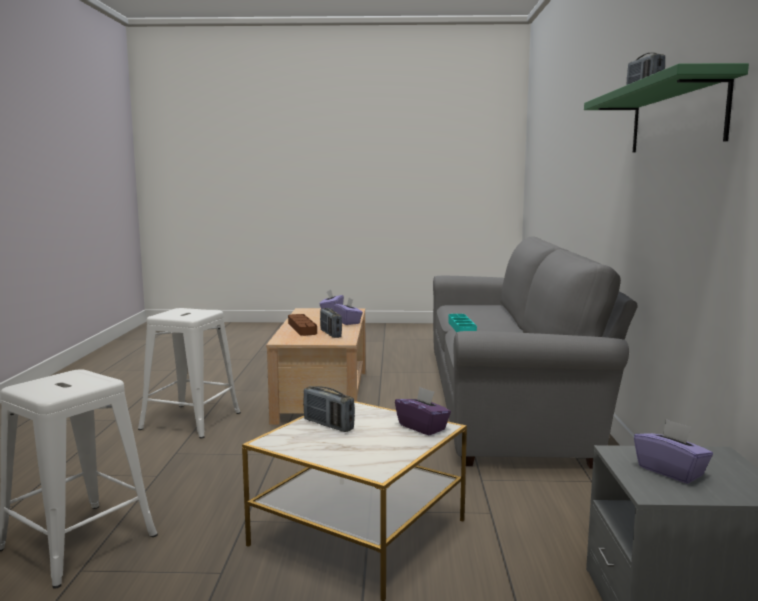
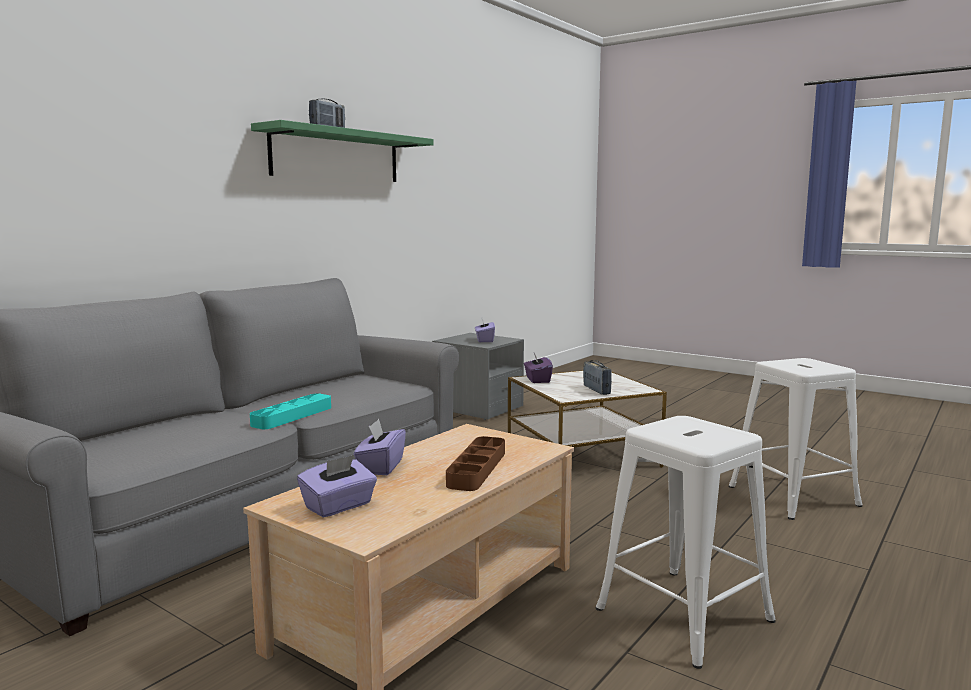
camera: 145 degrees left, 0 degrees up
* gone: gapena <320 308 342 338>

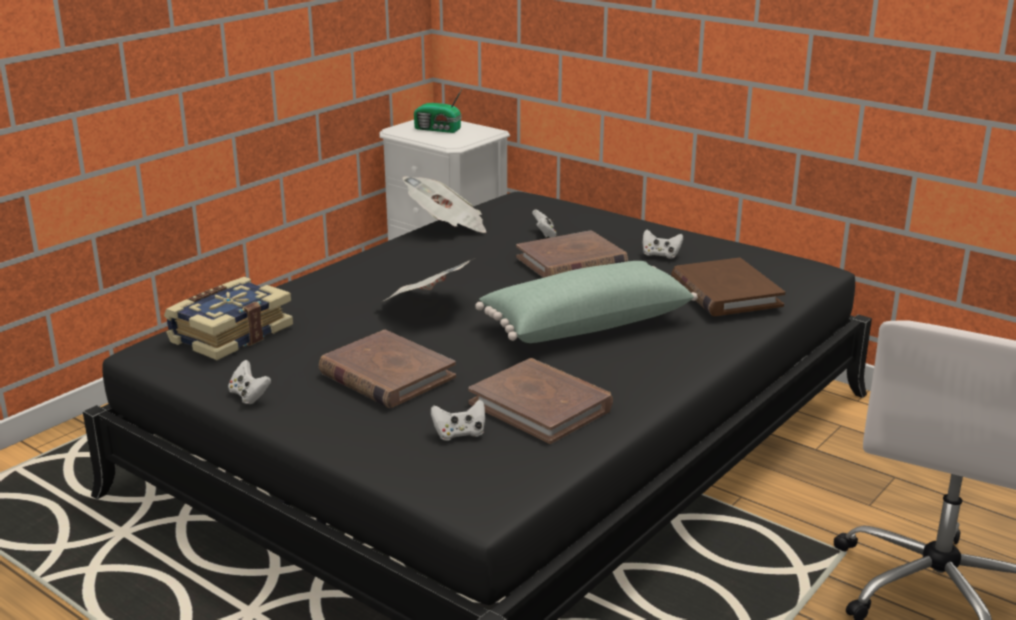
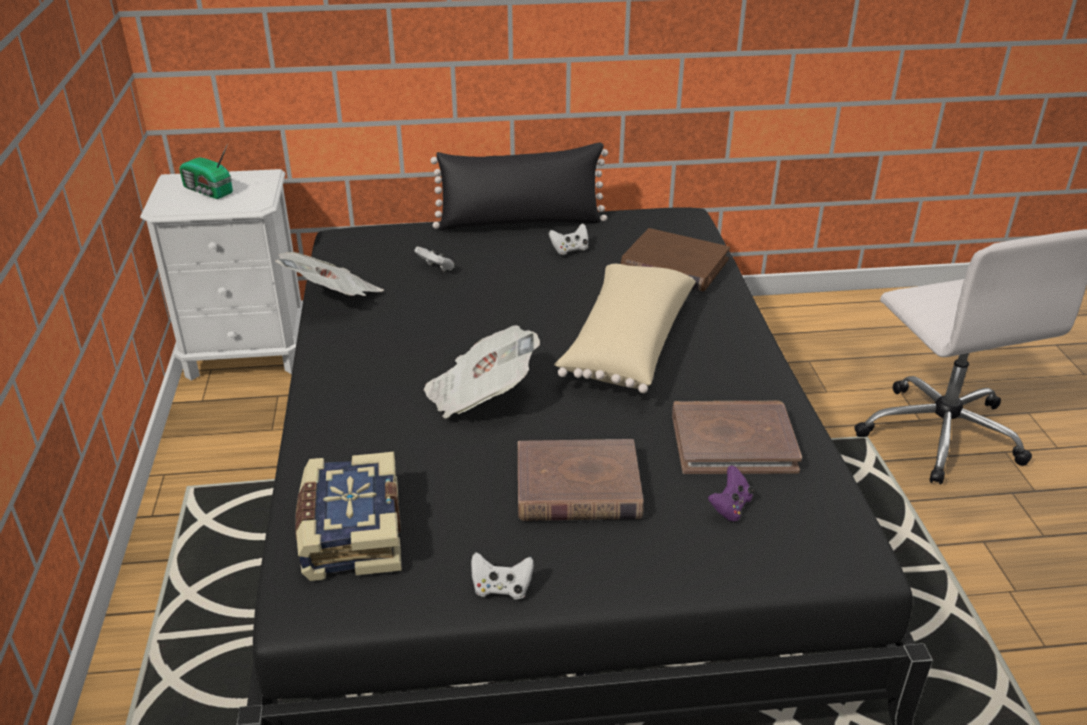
camera: 45 degrees left, 10 degrees up
* gone: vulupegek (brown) <516 230 628 278>
* new: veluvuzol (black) <430 143 608 230>
* repainted: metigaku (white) <431 399 485 441> to metigaku (purple) <708 465 754 522>
* repainted: veluvuzol (green) <475 261 698 343> to veluvuzol (beige) <554 264 696 393>
* rotated: gapena <414 86 464 133> = <180 143 233 199> 60 degrees clockwise

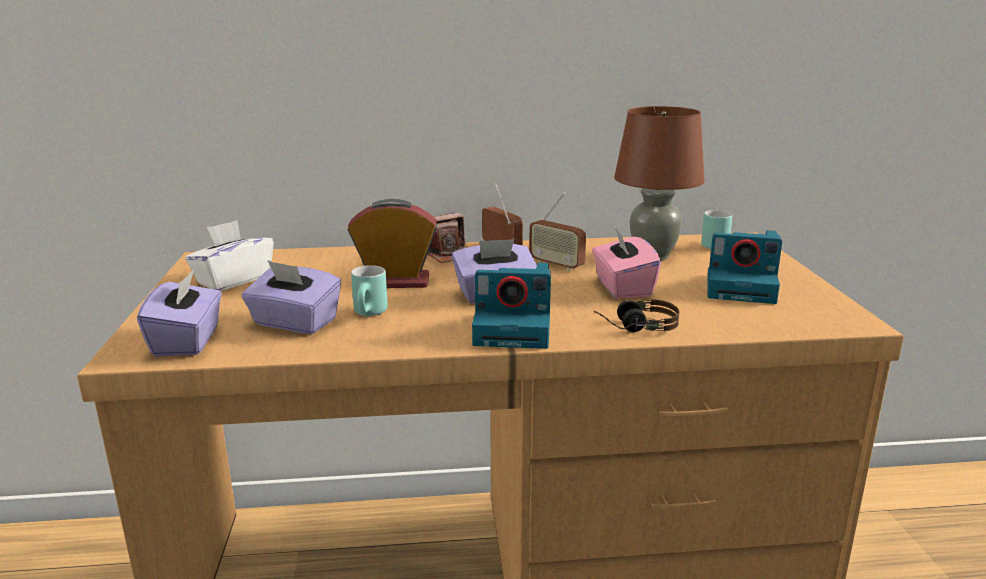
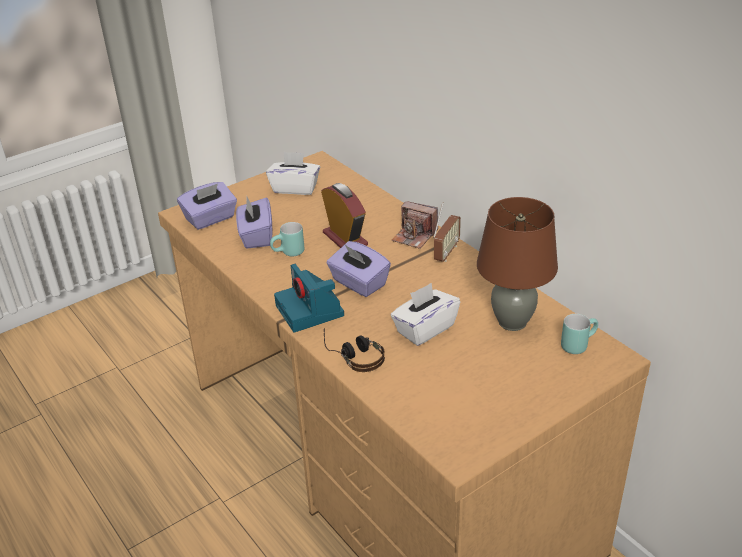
camera: 60 degrees right, 15 degrees up
* gone: gapena <529 192 586 272>
* gone: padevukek <707 230 782 304>
* repainted: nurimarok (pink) <592 227 661 299> to nurimarok (white) <391 283 460 346>

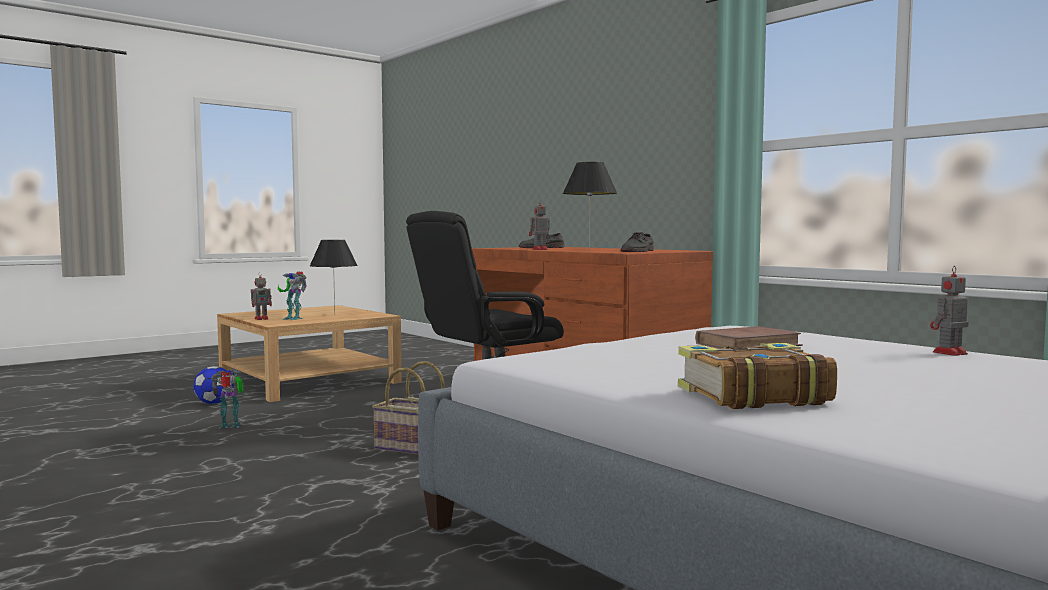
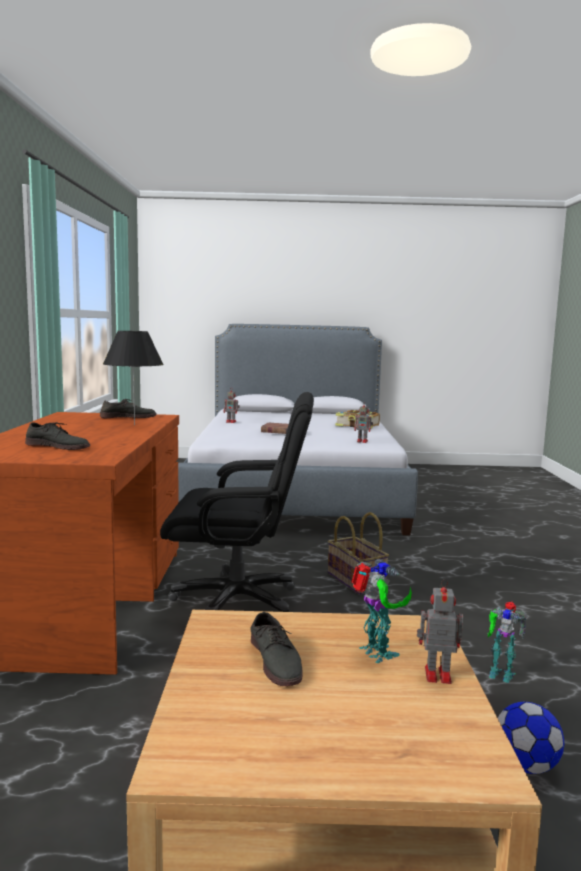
camera: 140 degrees left, 5 degrees up
* shifted: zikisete <529 200 550 250> to <354 402 373 443>
* swapped: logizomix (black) <310 240 358 314> to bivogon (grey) <250 612 303 686>

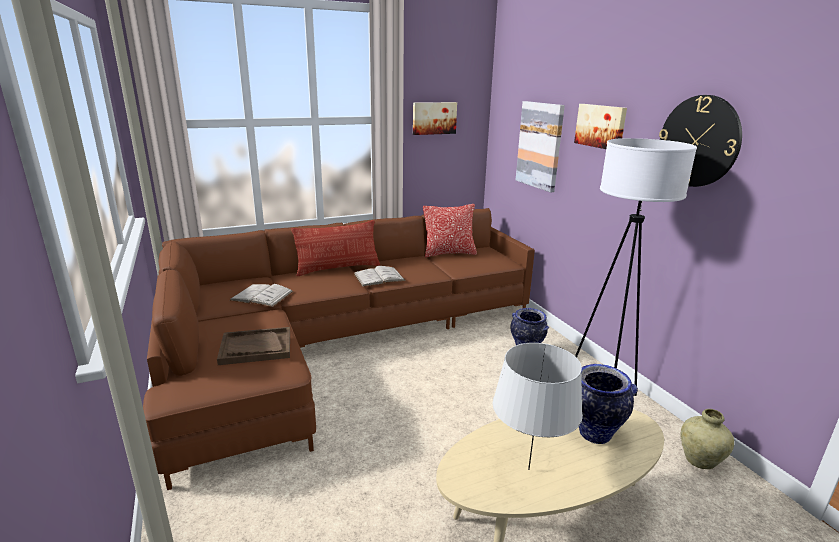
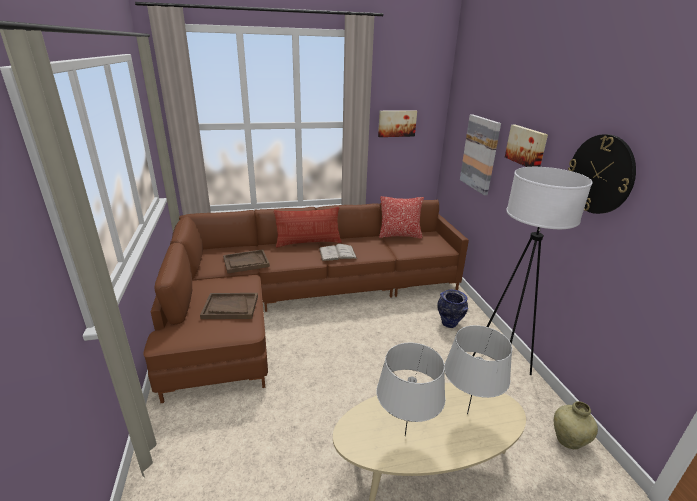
camera: 10 degrees right, 5 degrees up
* swapped: vulupegek (white) <230 284 293 307> to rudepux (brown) <223 249 270 273>
* swapped: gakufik <579 364 638 444> to logizomix (grey) <444 325 512 414>

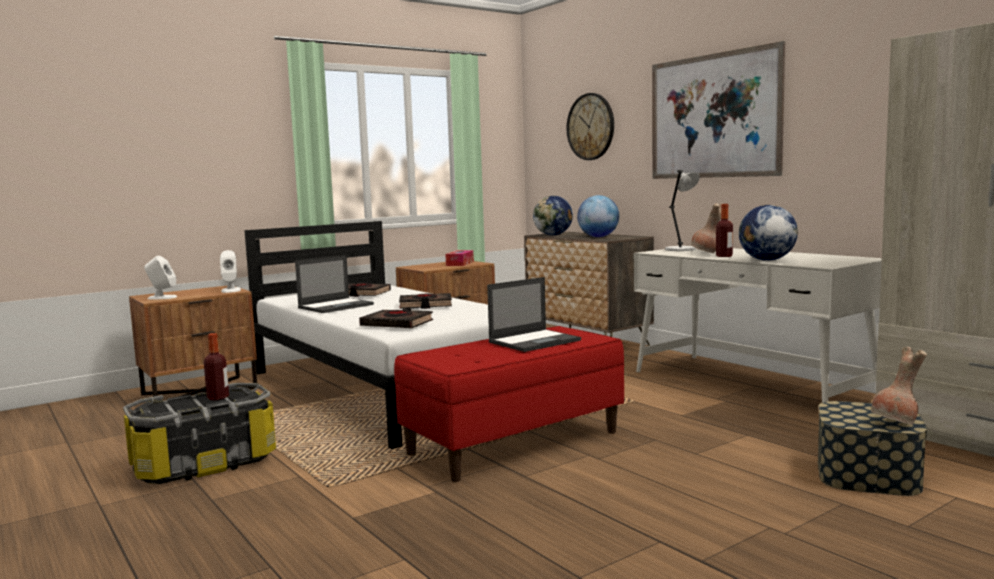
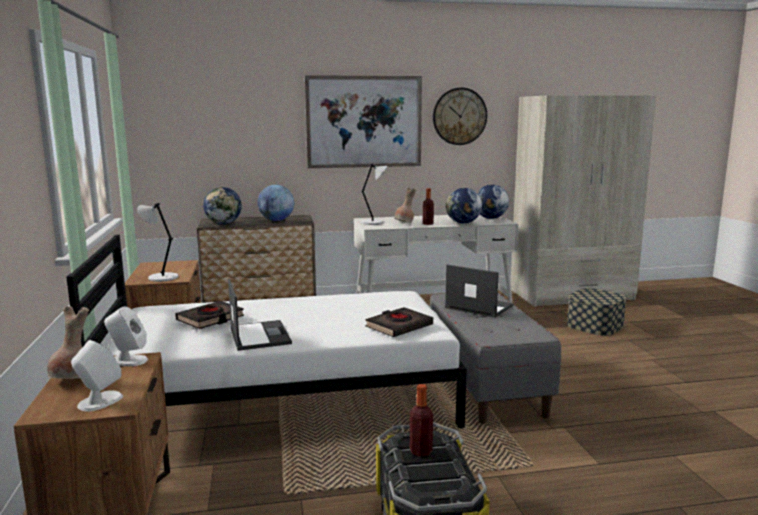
camera: 65 degrees left, 5 degrees up
* gone: vulupegek (black) <399 293 452 309>
* gone: nurimarok <445 250 474 266>
* new: logizomix (grey) <137 203 178 282>
* new: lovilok <477 184 509 219>
* shifted: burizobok <567 93 614 160> to <433 87 487 145>
* shifted: gakufik (brown) <871 347 927 425> to <47 306 89 379>
* repainted: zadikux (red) <394 326 624 482> to zadikux (grey) <430 293 561 424>
* rotated: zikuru <487 277 581 352> = <445 264 514 318> 45 degrees counterclockwise

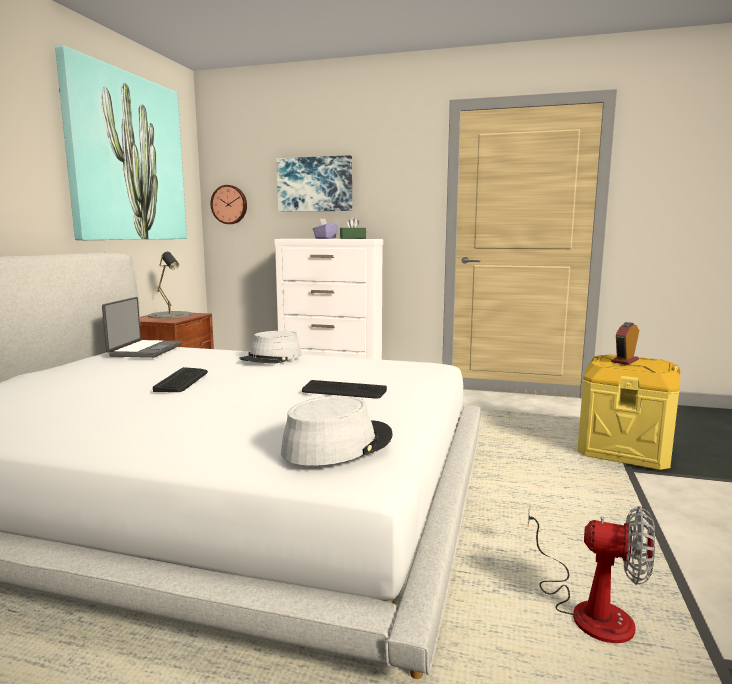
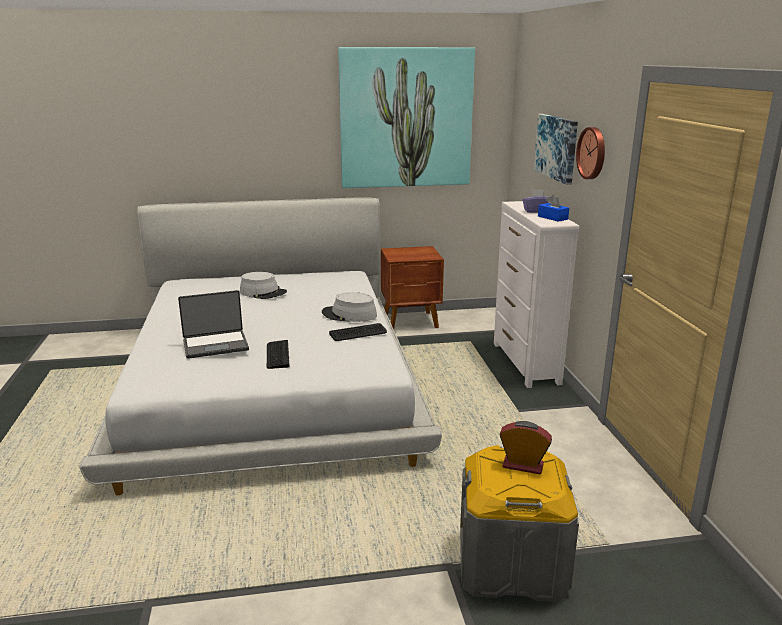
camera: 65 degrees right, 10 degrees up
* gone: logizomix (grey) <148 252 192 319>
* gone: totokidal <528 506 655 643>
* shifted: zikuru <102 297 183 358> to <178 290 249 359>
* shifted: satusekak <153 367 208 392> to <329 323 387 341>
* shifted: burizobok <210 185 247 224> to <576 127 605 179>
* shifted: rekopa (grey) <281 396 393 466> to <240 272 287 299>
* repainted: nurimarok (green) <340 217 366 239> to nurimarok (blue) <538 195 569 222>
* repainted: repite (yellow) <577 355 681 470> to repite (grey) <460 445 579 602>

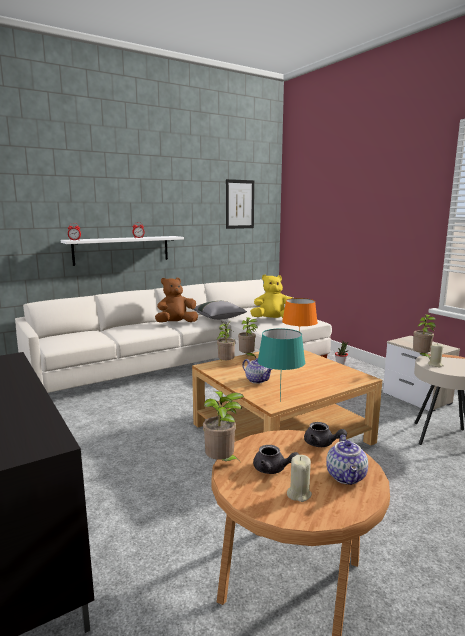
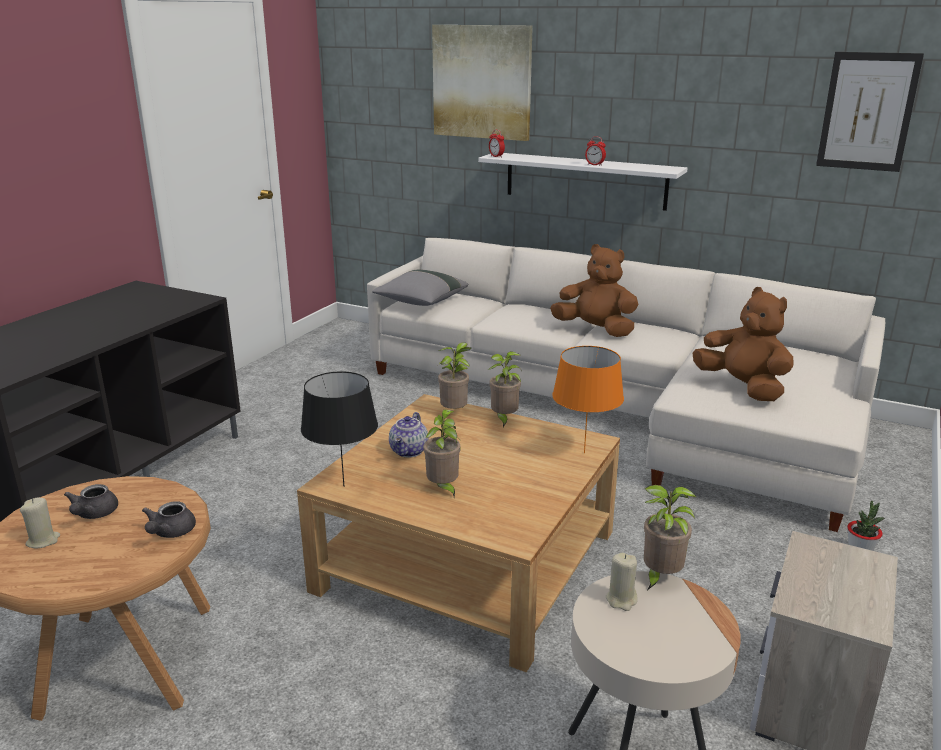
camera: 60 degrees right, 10 degrees up
* gone: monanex <326 435 368 485>
* new: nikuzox <432 25 533 141>
* shifted: veluvuzol (grey) <193 301 247 320> to <372 269 468 306>
* shifted: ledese <203 391 244 461> to <423 410 460 497>
* repainted: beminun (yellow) <250 274 292 318> to beminun (brown) <692 287 794 401>
* repainted: logizomix (turquoise) <258 328 305 402> to logizomix (black) <301 371 378 487>

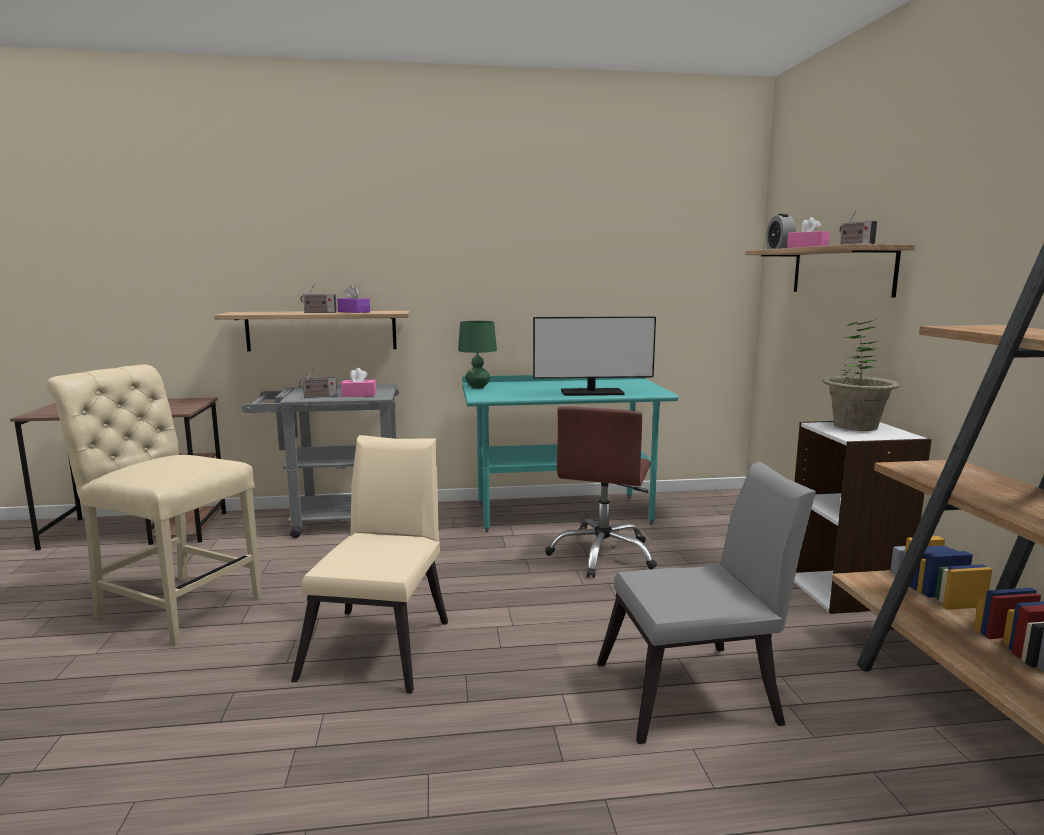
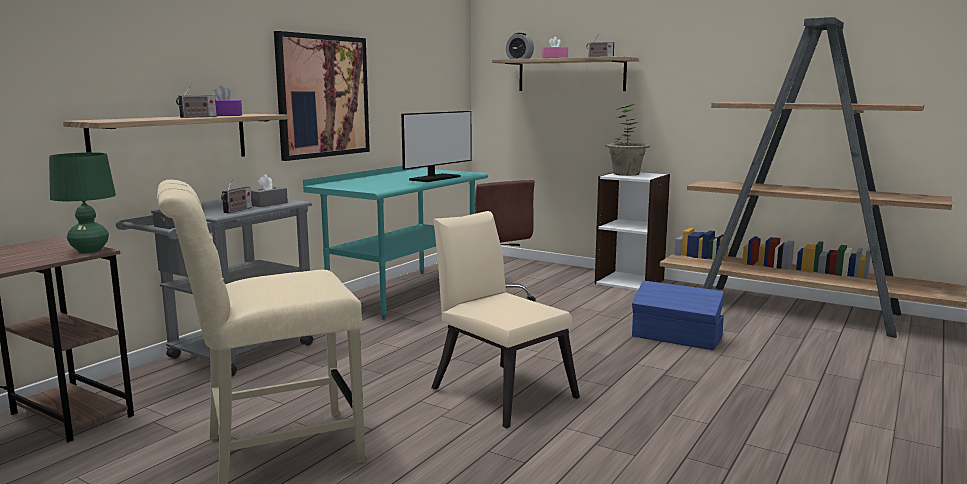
camera: 50 degrees left, 0 degrees up
* new: nikuzox <274 31 370 161>
* shifted: logizomix (green) <458 321 497 388> to <49 152 116 253>
* swapped: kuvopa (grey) <597 462 816 744> to repite (blue) <632 281 724 350>
* repainted: nurimarok (pink) <341 368 376 397> to nurimarok (grey) <251 174 288 207>

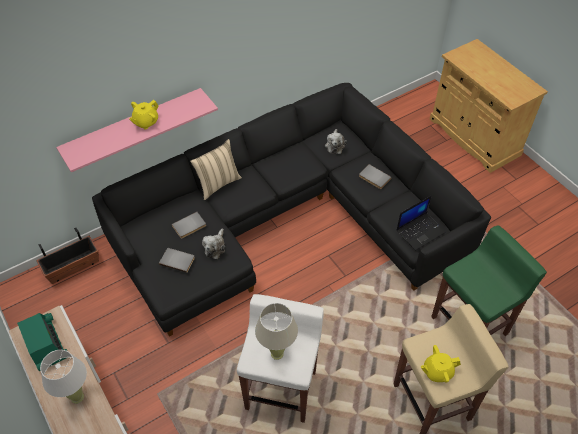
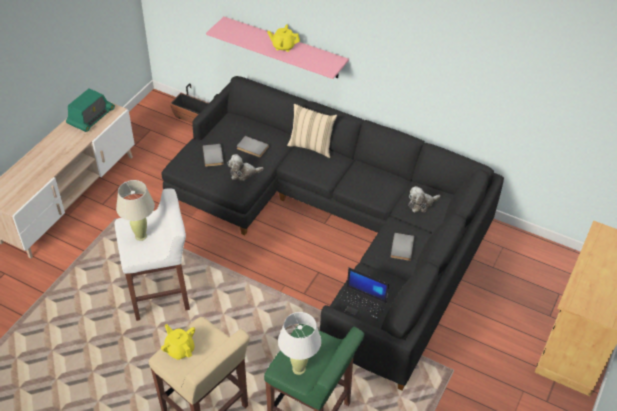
camera: 60 degrees right, 5 degrees down
* shifted: logizomix (white) <40 350 87 404> to <278 312 321 375>

